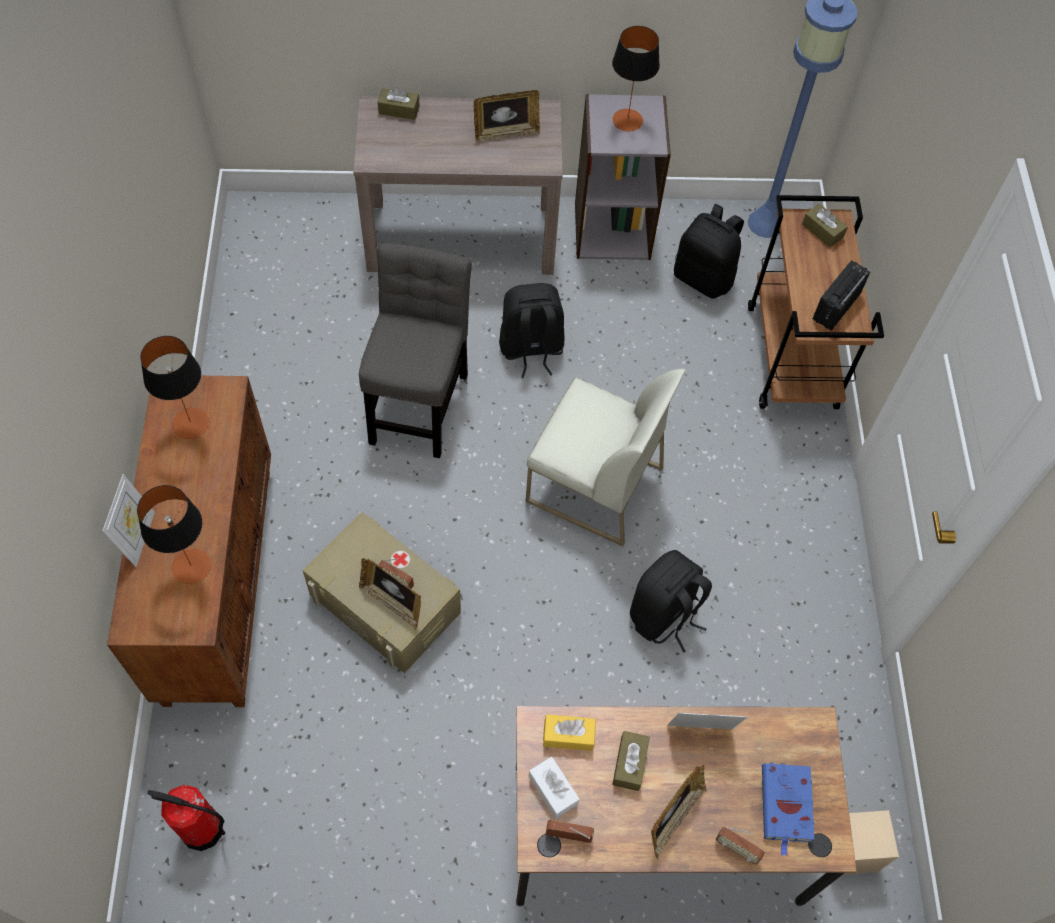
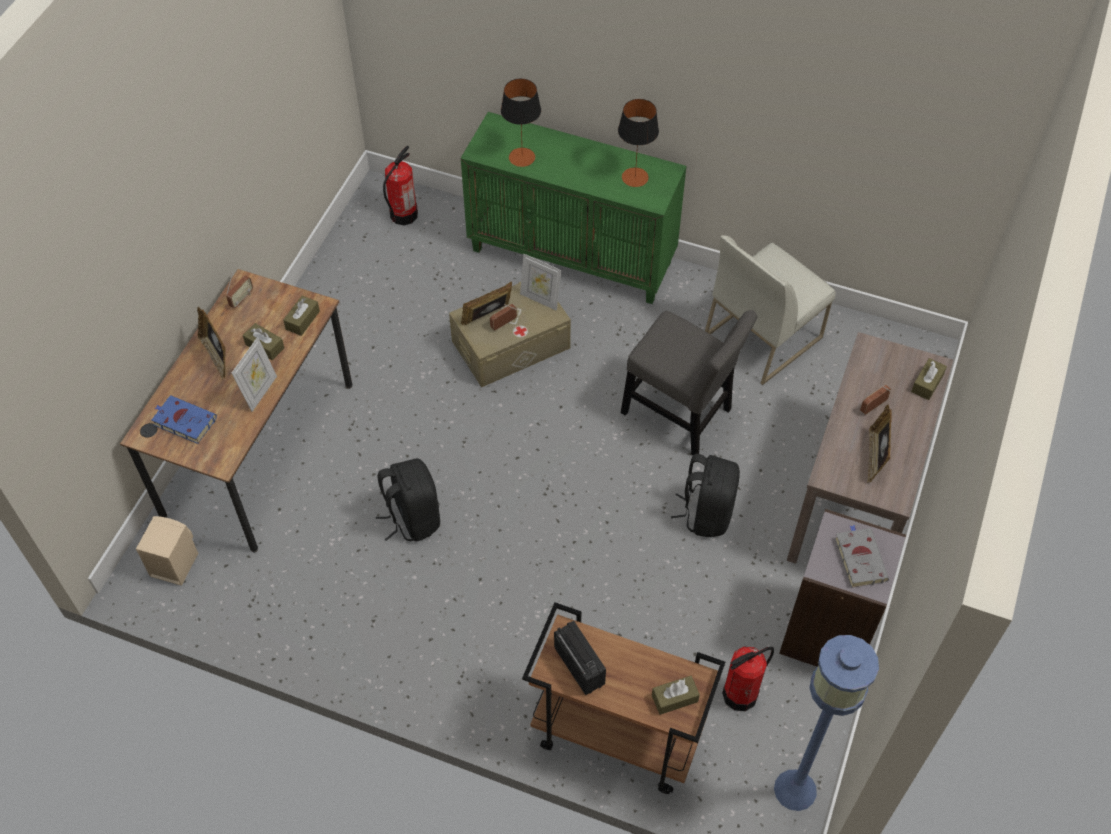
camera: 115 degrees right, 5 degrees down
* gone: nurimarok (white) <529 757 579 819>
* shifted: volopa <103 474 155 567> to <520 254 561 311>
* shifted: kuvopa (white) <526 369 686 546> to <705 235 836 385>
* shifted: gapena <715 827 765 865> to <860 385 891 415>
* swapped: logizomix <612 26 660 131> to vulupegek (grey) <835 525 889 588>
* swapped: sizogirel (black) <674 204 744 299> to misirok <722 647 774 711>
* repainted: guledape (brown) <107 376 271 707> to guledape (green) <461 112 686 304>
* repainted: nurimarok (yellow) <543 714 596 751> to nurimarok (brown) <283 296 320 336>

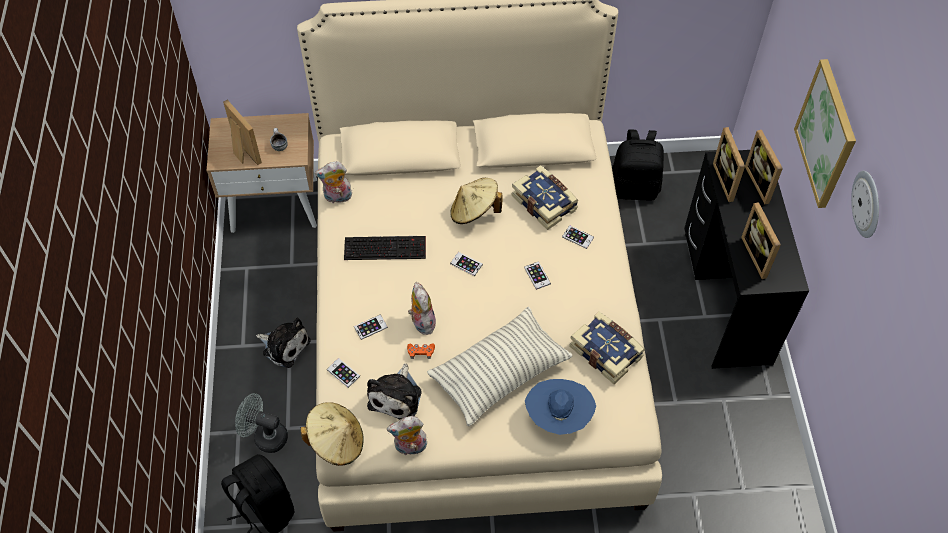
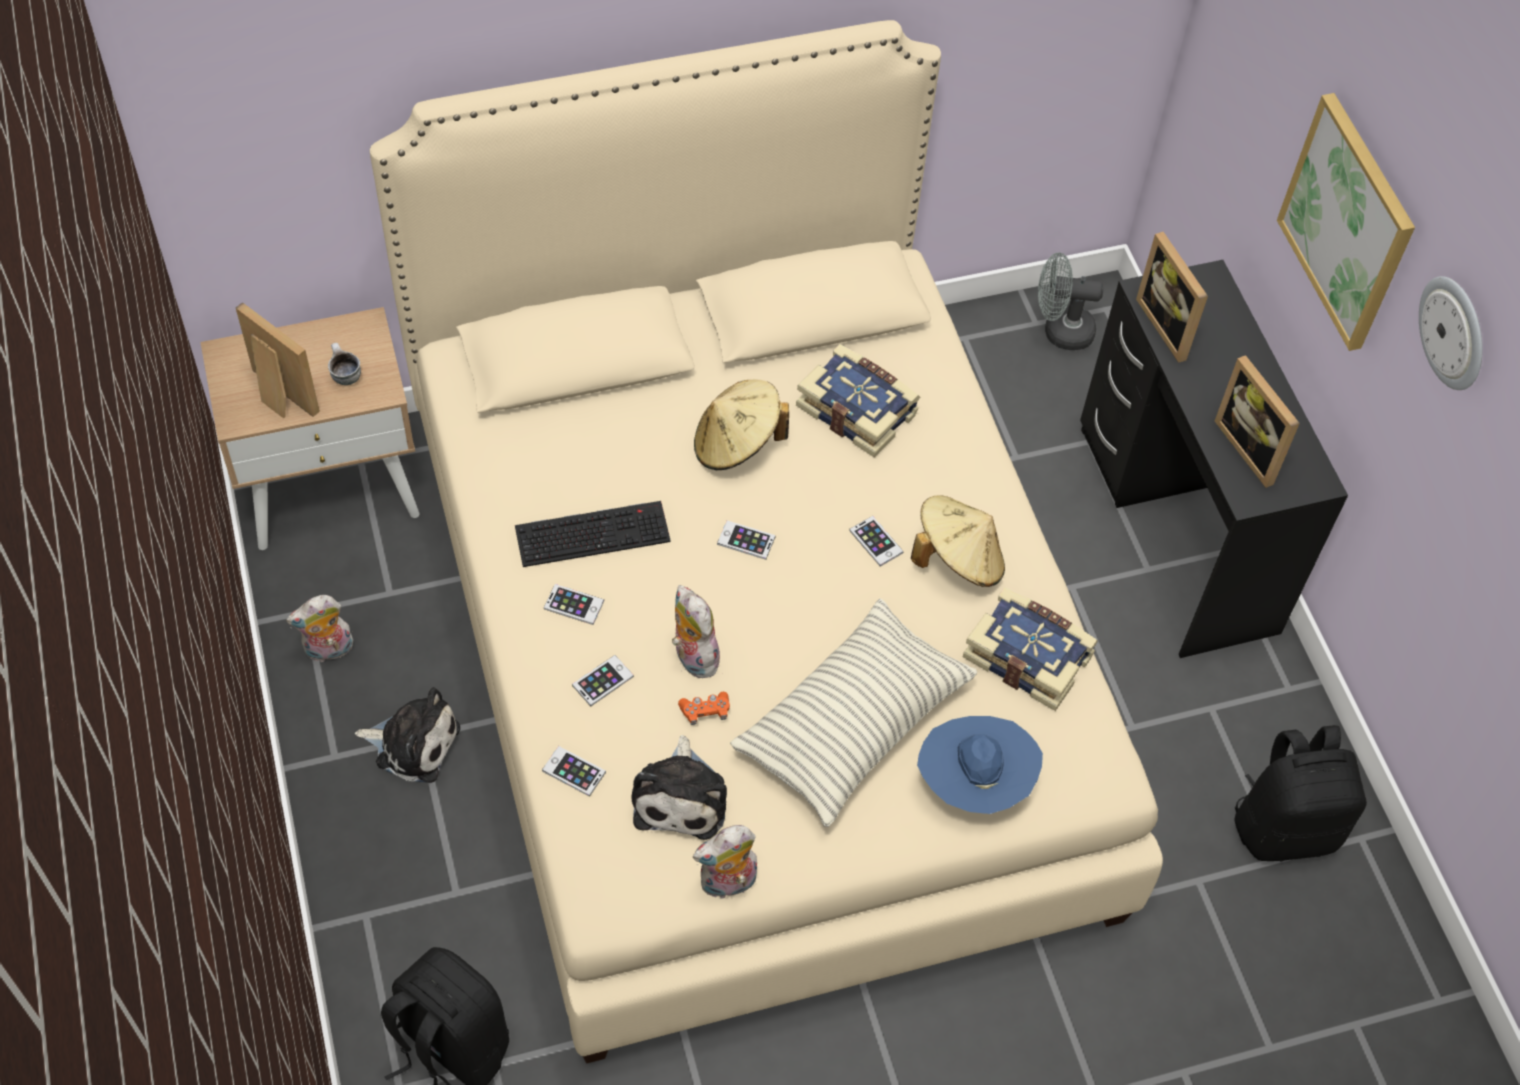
camera: 15 degrees left, 0 degrees up
* gone: volopa <745 130 783 204>
* shifted: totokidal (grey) <235 393 288 453> to <1038 252 1104 350>
* shifted: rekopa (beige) <300 402 364 466> to <911 495 1005 587>
* shifted: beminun <315 161 352 203> to <286 595 353 662>
* shifted: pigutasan <562 225 594 249> to <544 584 604 625>
* shifted: sizogirel (black) <612 129 664 200> to <1235 725 1367 861>

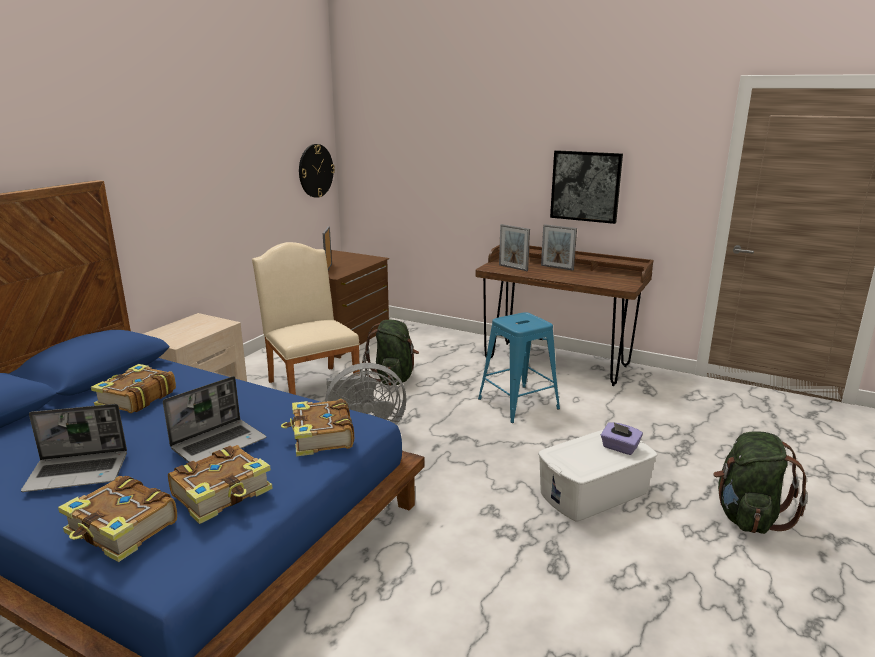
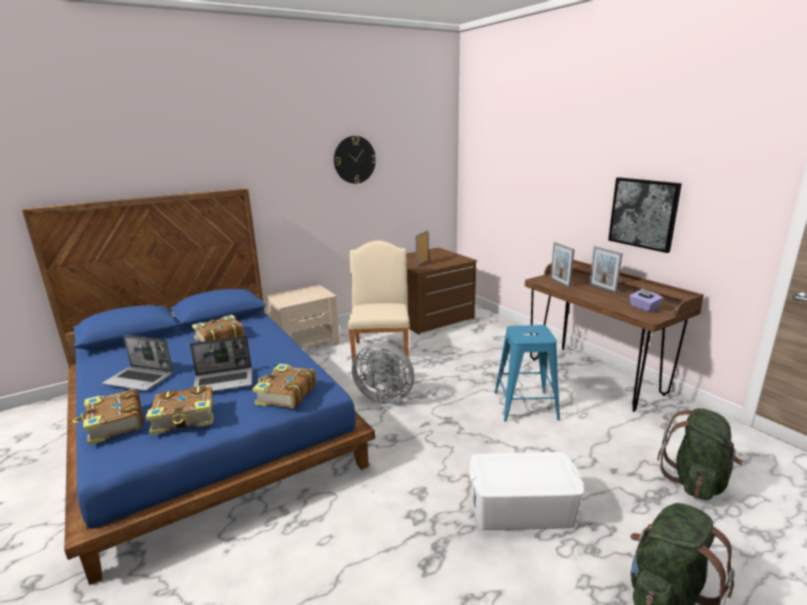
camera: 30 degrees right, 0 degrees up
* shifted: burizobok <299 144 335 198> to <334 136 376 184>
* shifted: sizogirel (green) <362 319 419 386> to <657 408 743 500>
* shifted: nurimarok (purple) <601 422 643 455> to <629 287 663 312>

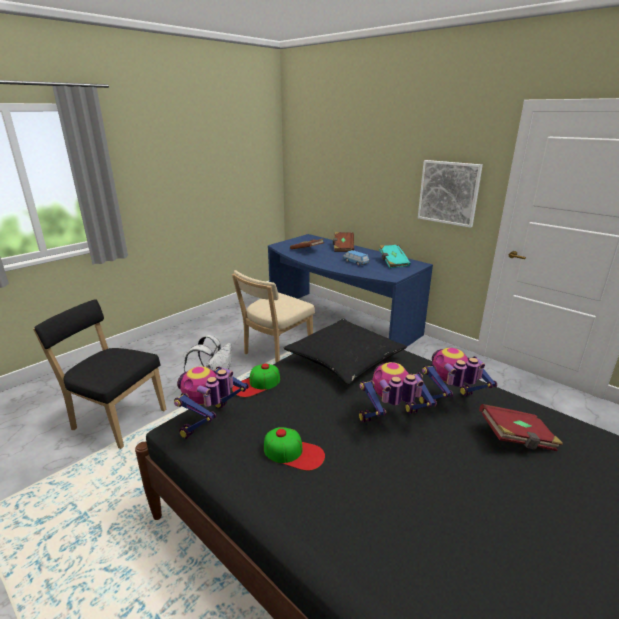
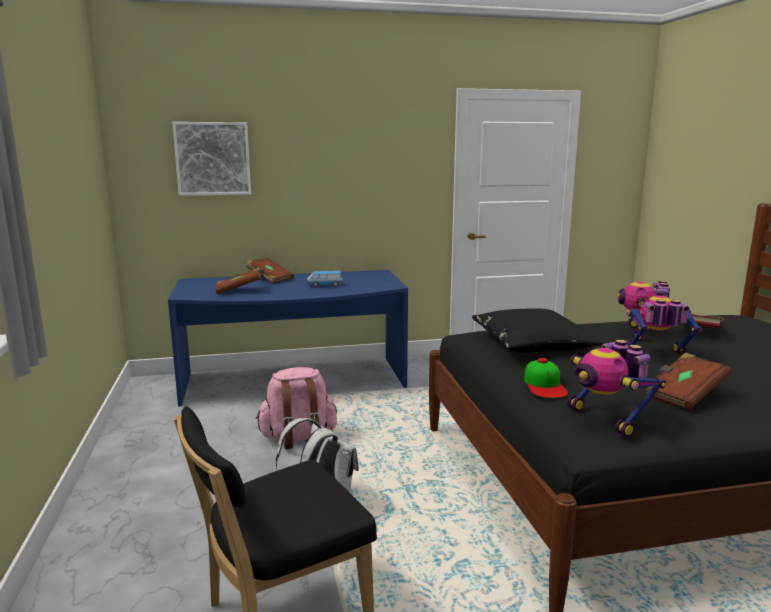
camera: 55 degrees left, 10 degrees down
* gone: vulupegek (turquoise) <379 245 411 268>
* shifted: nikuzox <418 160 483 228> to <172 122 251 196>
* swapped: kuvopa (beige) <232 270 315 363> to sizogirel (pink) <256 367 337 449>
* swapped: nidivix <264 427 325 471> to vulupegek (brown) <645 352 732 410>
* rotated: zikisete <359 362 437 423> = <626 295 702 353> 75 degrees clockwise

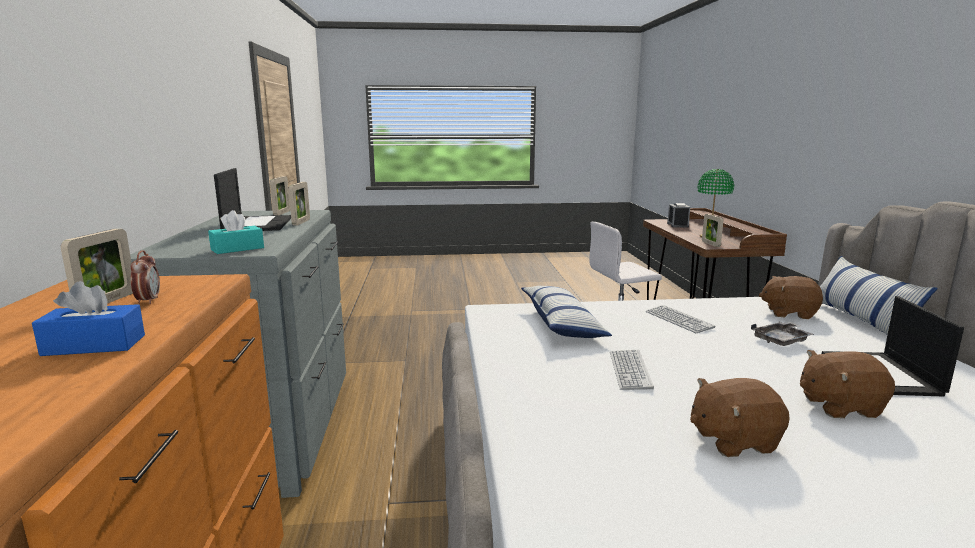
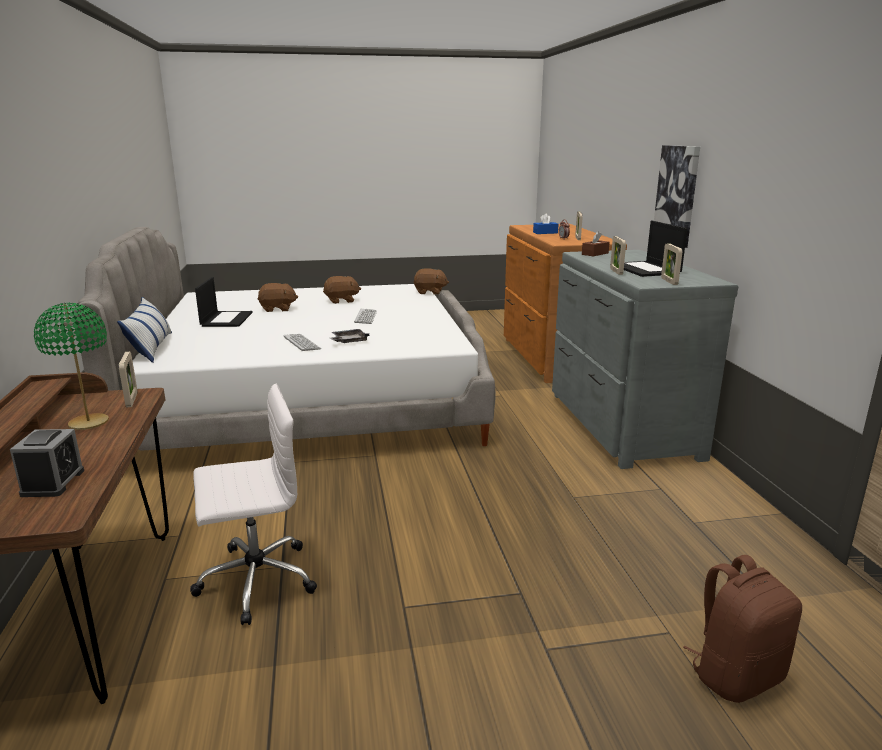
camera: 175 degrees right, 5 degrees up
* gone: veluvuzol <521 286 612 338>
* new: nikuzox <654 145 700 248>
* new: sizogirel (brown) <683 555 802 703>
* shifted: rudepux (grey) <751 322 814 346> to <330 329 369 343>
* shifted: beminun (brown) <759 276 823 319> to <413 268 449 295>
* repainted: nurimarok (turquoise) <208 210 264 254> to nurimarok (brown) <582 231 610 256>

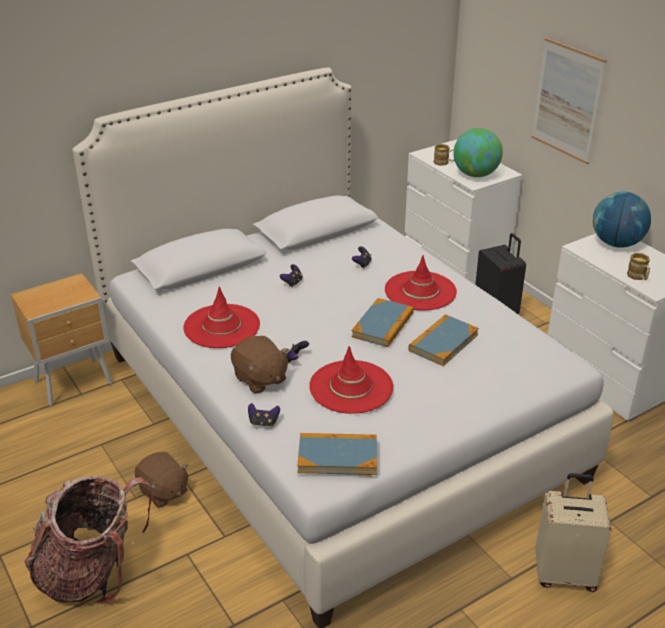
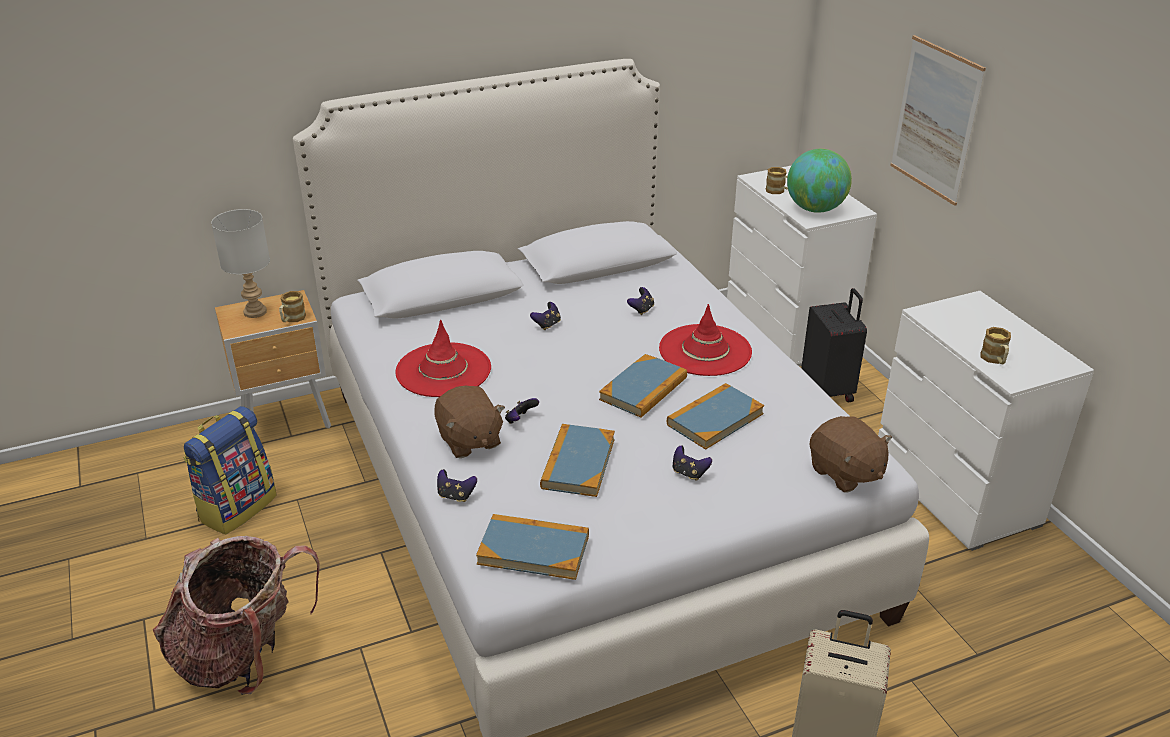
camera: 10 degrees right, 0 degrees up
* gone: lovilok <593 192 651 248>
* new: sizogirel <183 406 277 535>
* new: logizomix (grey) <211 209 270 318>
* new: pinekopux <279 291 306 322>
* new: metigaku <673 446 712 481>
* shifted: beminun (brown) <135 451 189 508> to <810 416 892 493>
* swapped: rekopa (red) <309 346 393 414> to vulupegek <540 424 615 497>

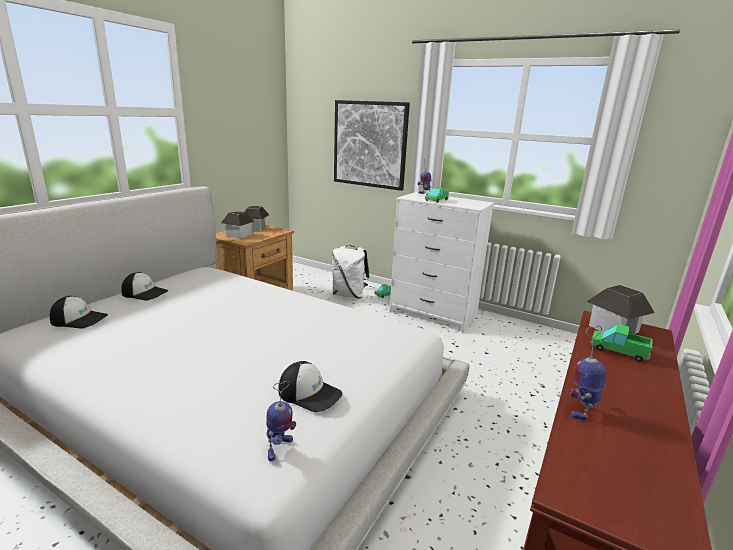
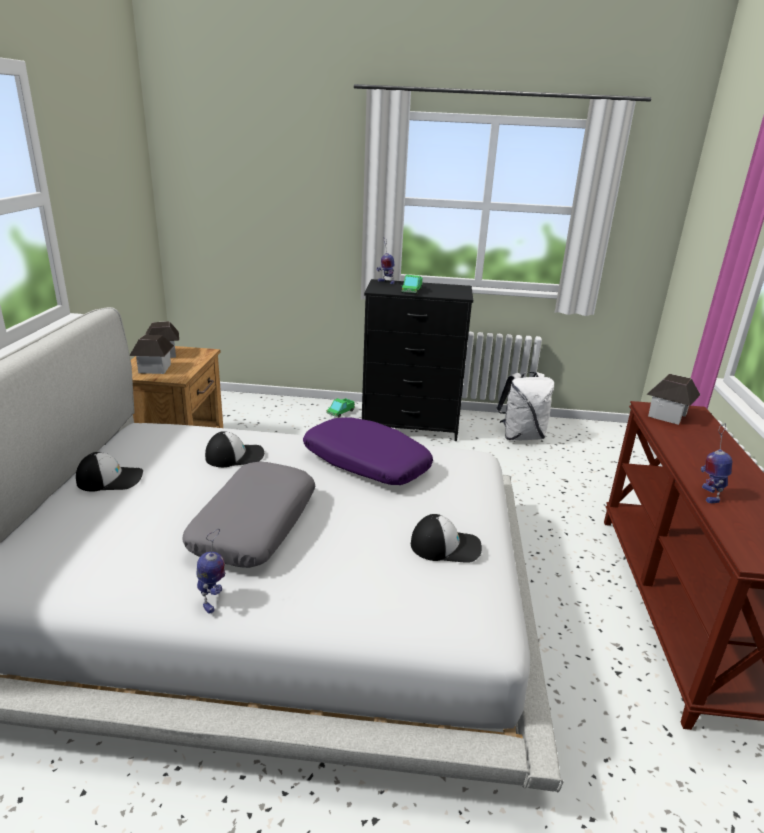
camera: 25 degrees left, 5 degrees up
* gone: nikuzox <334 100 410 191>
* gone: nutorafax <590 324 653 362>
* new: veluvuzol (grey) <182 462 315 568>
* new: veluvuzol (purple) <303 417 433 485>
* shifted: nidivix <50 296 108 328> to <205 431 264 467>
* shifted: zikisete <266 381 296 461> to <197 529 225 614>
* shifted: sizogirel (white) <332 245 370 298> to <496 372 554 440>
* repainted: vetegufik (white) <389 192 495 333> to vetegufik (black) <362 279 473 441>

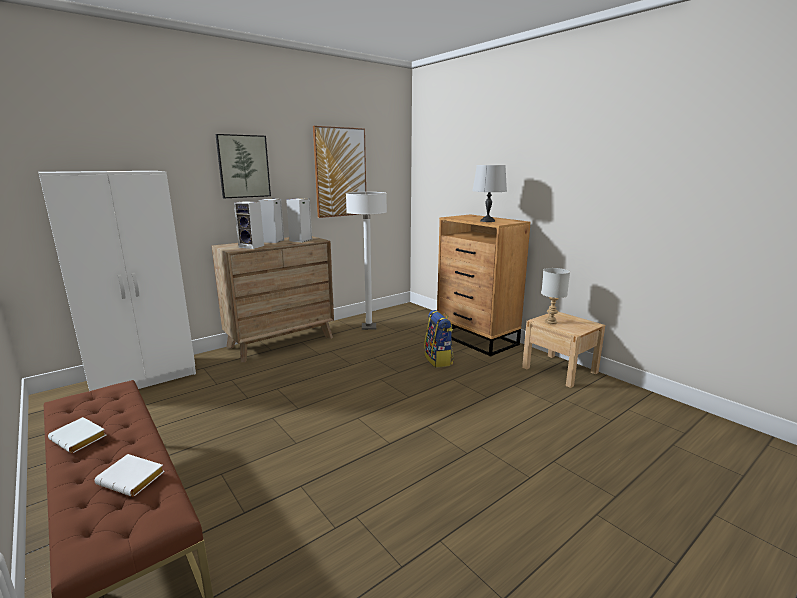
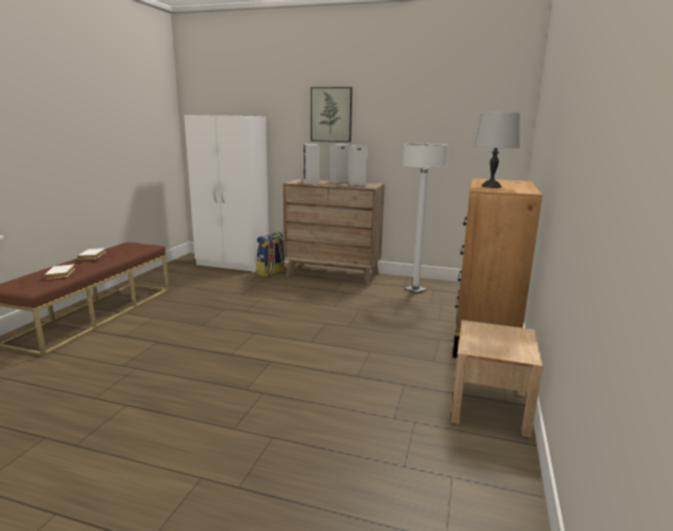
camera: 55 degrees right, 0 degrees up
* gone: nikuzox <313 126 366 218>
* gone: logizomix (grey) <541 268 570 324>
* shifted: sizogirel <424 310 454 368> to <256 232 285 277>

